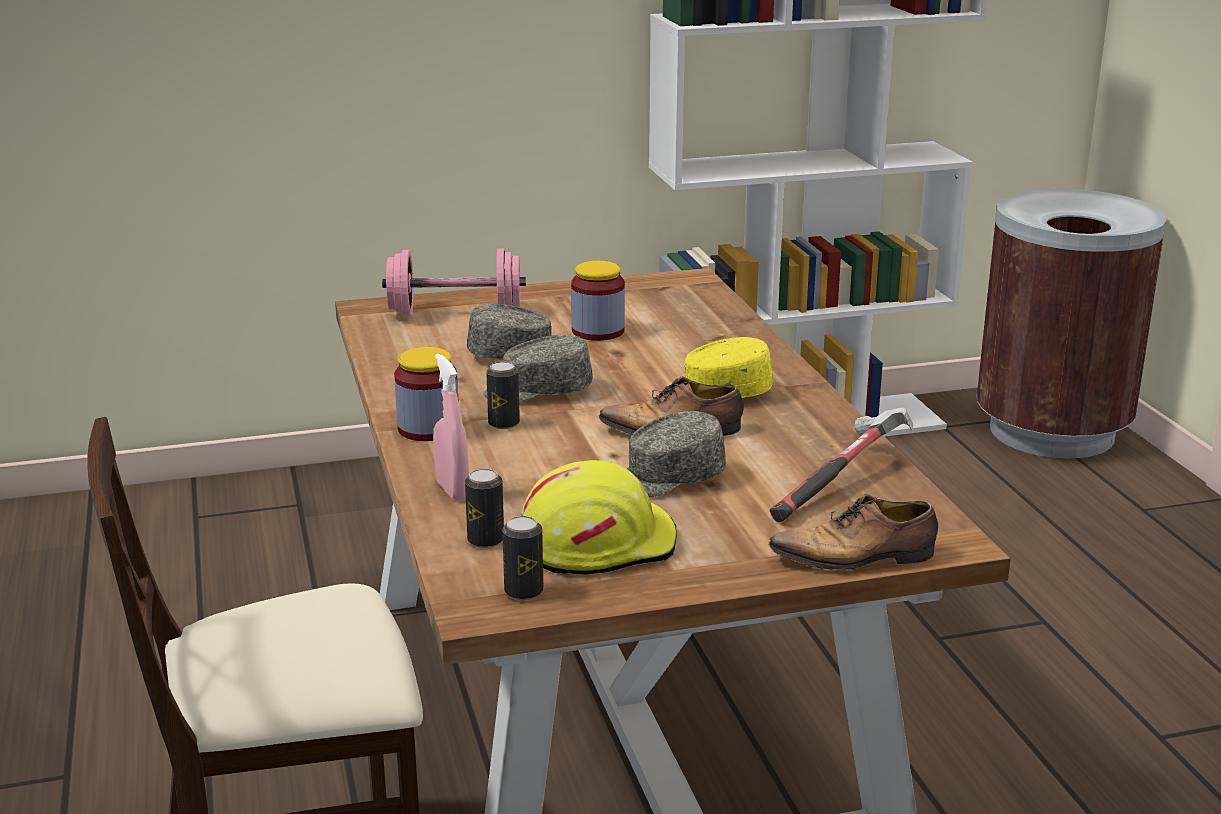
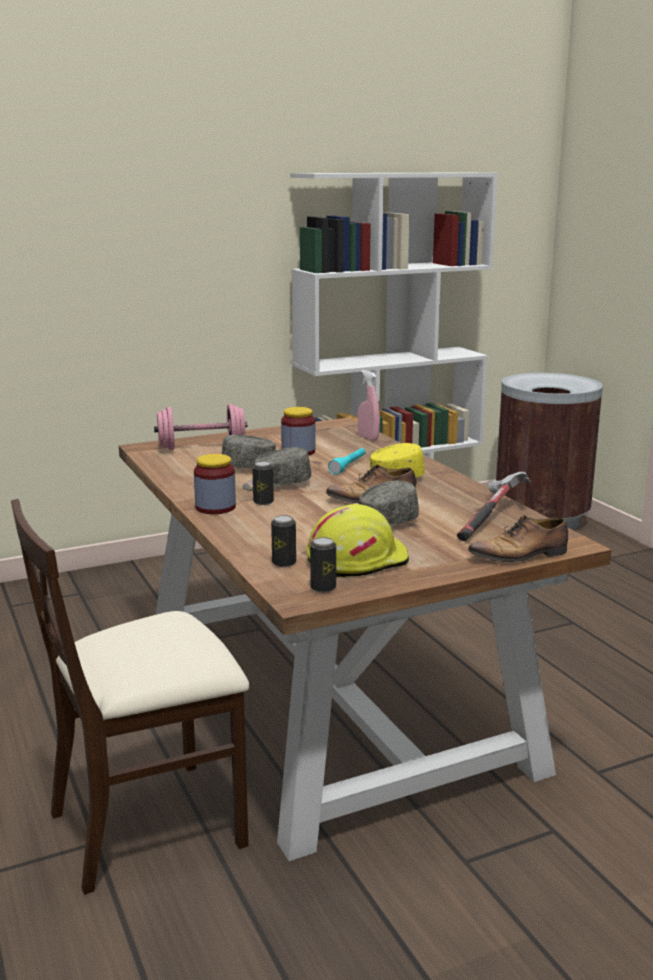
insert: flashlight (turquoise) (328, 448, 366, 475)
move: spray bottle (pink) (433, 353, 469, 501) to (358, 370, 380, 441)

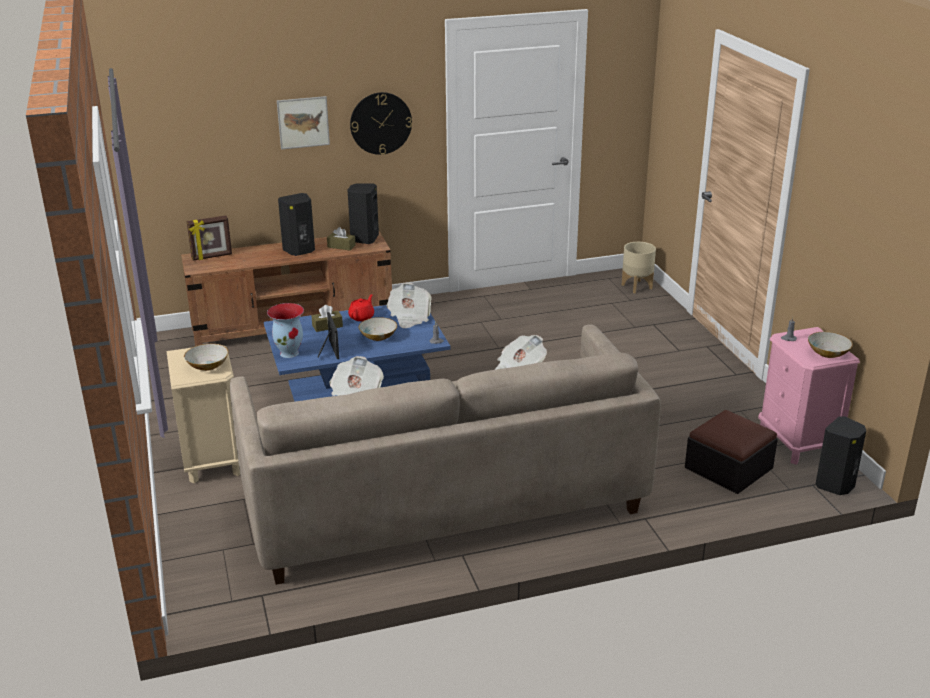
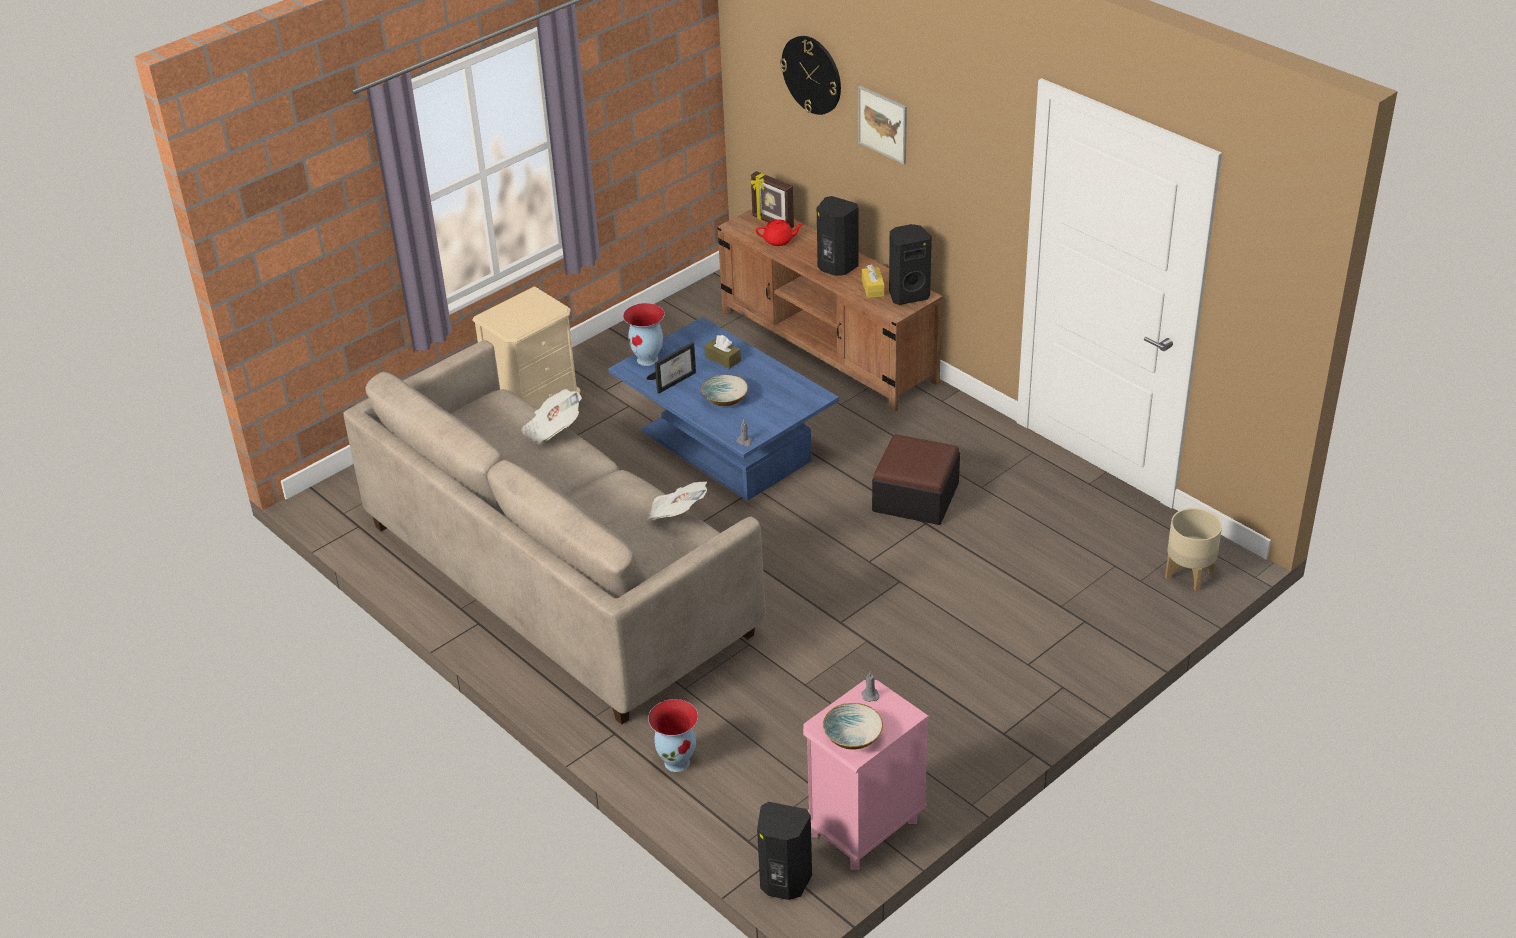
delete: bowl (184, 344, 229, 371); newspaper (387, 283, 432, 328)
insert: vase (648, 699, 698, 772)
move: teapot (red) (348, 294, 374, 321) to (756, 220, 803, 246); wall clock (350, 92, 412, 155) to (780, 36, 841, 115); ottoman (685, 410, 778, 494) to (872, 434, 960, 525)
recolor: tissue box (brown) (327, 227, 356, 251) to tissue box (yellow) (862, 265, 884, 298)

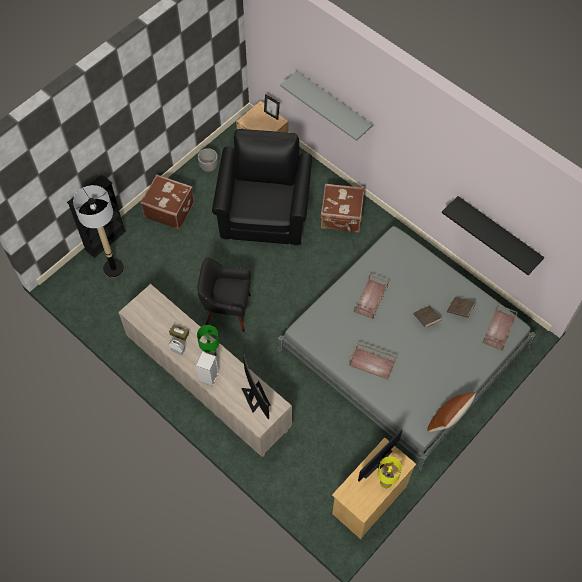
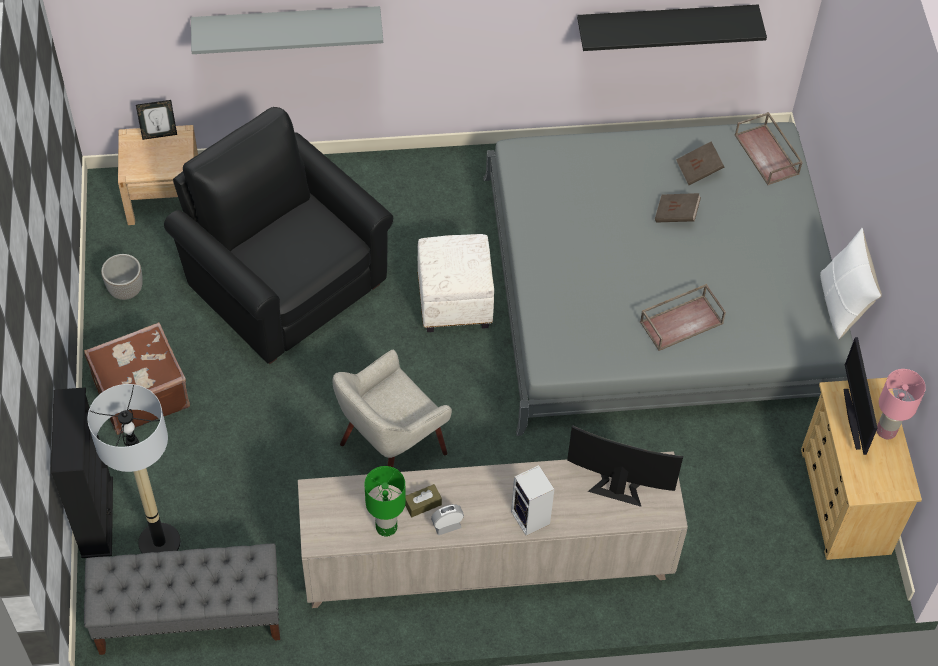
delete: suitcase (brown) (321, 184, 365, 233); tray (brown) (354, 274, 389, 319)
insert: bench (grey) (84, 544, 280, 655); ottoman (white) (418, 234, 494, 332)
move: table lamp (green) (197, 325, 219, 356) to (364, 466, 406, 537)
recolor: armchair (black) (197, 258, 251, 332) to armchair (beige) (333, 350, 452, 467); table lamp (yellow) (378, 456, 402, 488) to table lamp (pink) (877, 369, 926, 439); pillow (brown) (427, 392, 476, 432) to pillow (white) (820, 228, 882, 339)

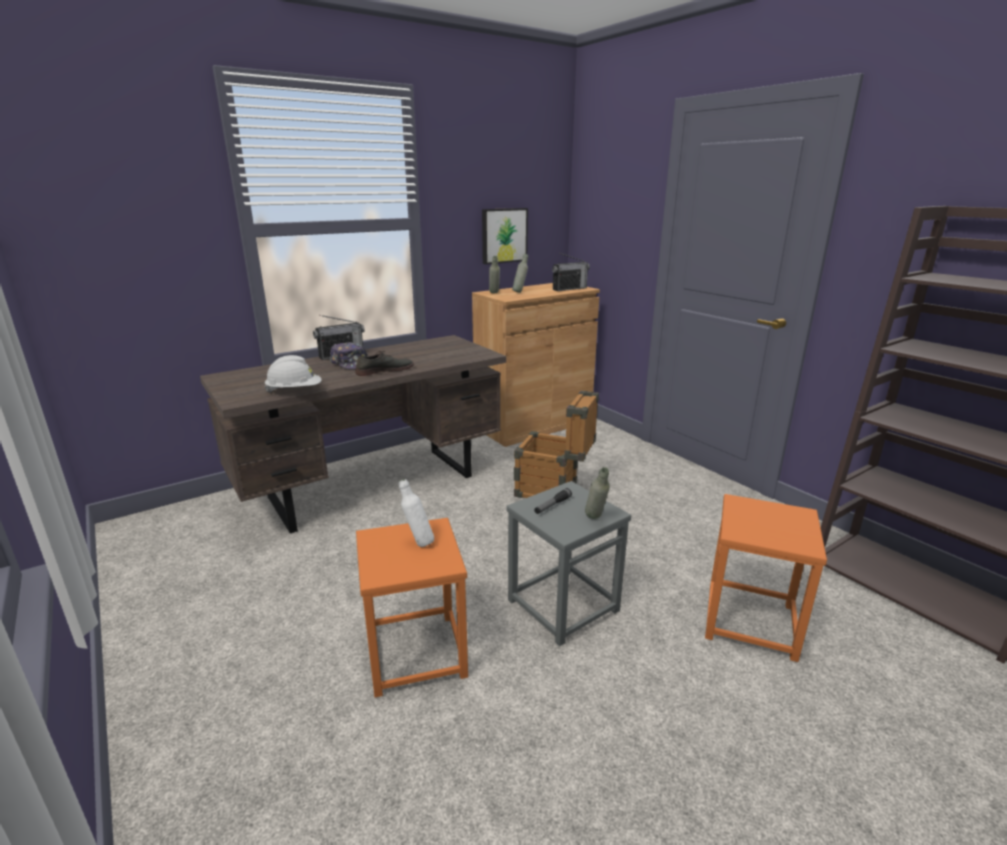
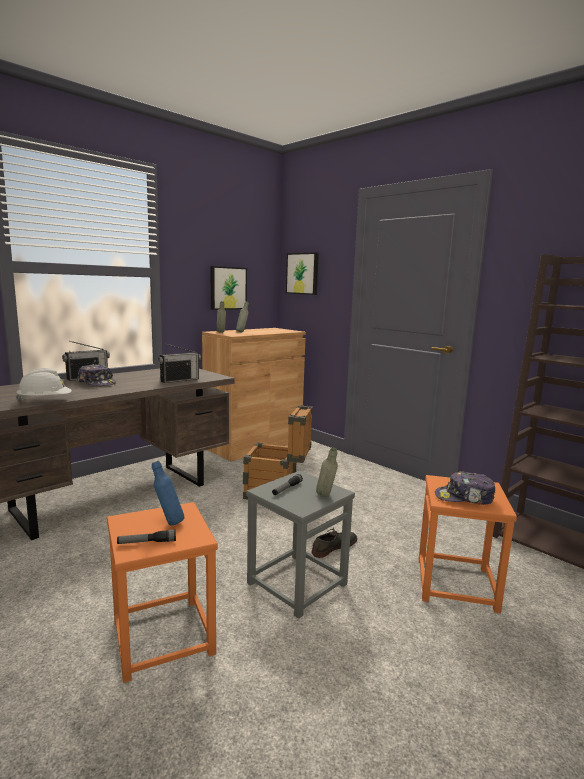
insert: flashlight (117, 529, 176, 544); picture (286, 252, 319, 295); cap (435, 471, 495, 505)
move: shoe (grey) (355, 351, 414, 376) to (311, 528, 357, 558); radio (552, 253, 590, 291) to (158, 343, 201, 383)
recolor: bottle (white) (398, 479, 434, 547) to bottle (blue) (152, 461, 184, 526)

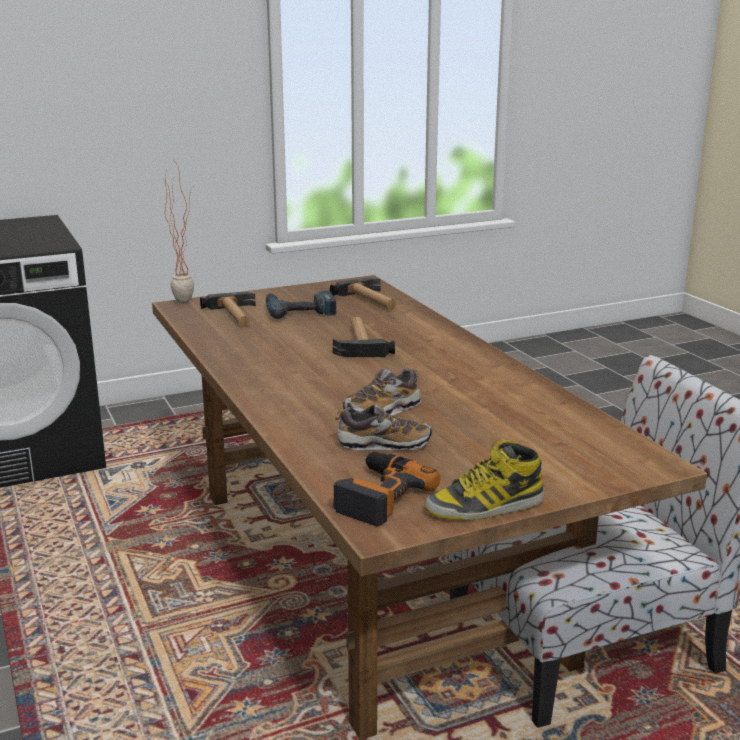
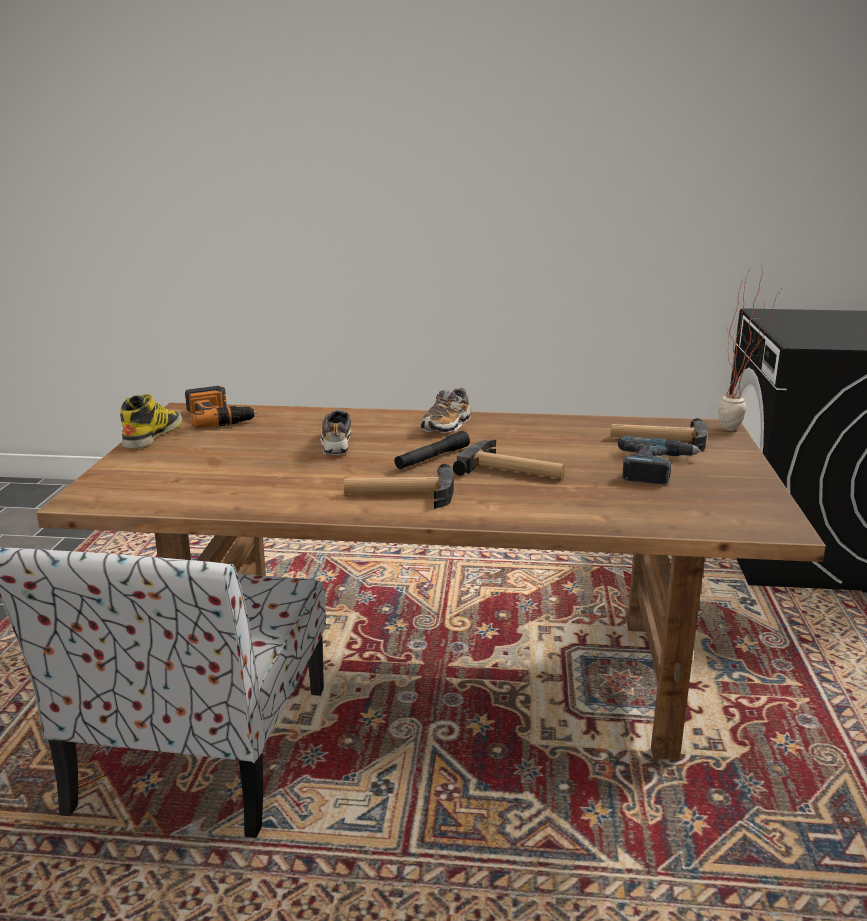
insert: flashlight (black) (395, 431, 470, 469)
move: hammer (330, 278, 396, 310) to (344, 464, 454, 509); shoe (335, 404, 432, 450) to (420, 388, 471, 433)

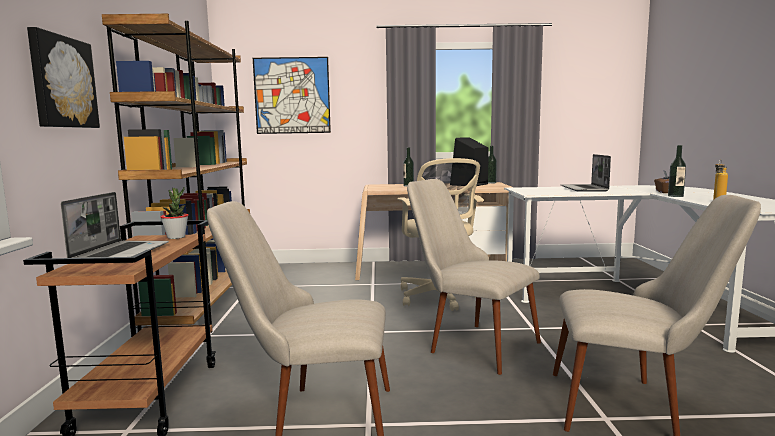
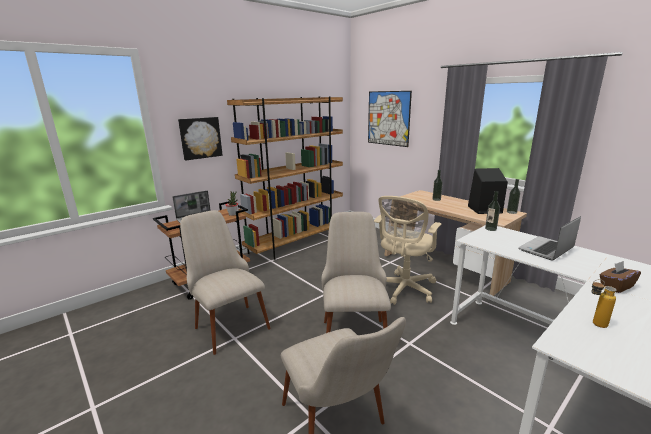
move: bottle (668, 145, 686, 197) to (485, 191, 500, 231)

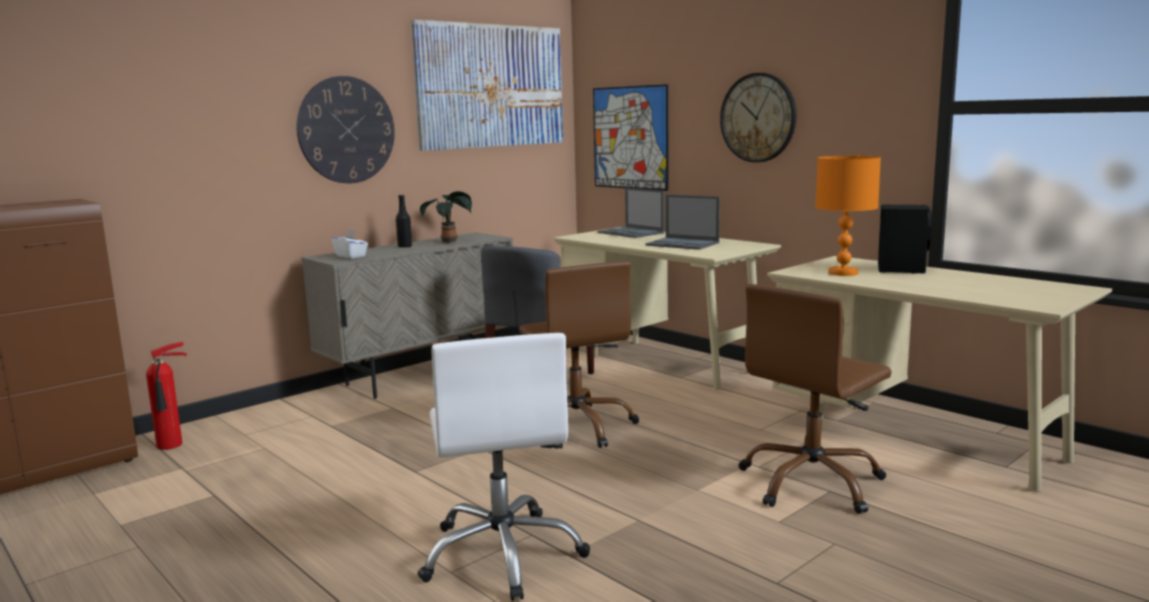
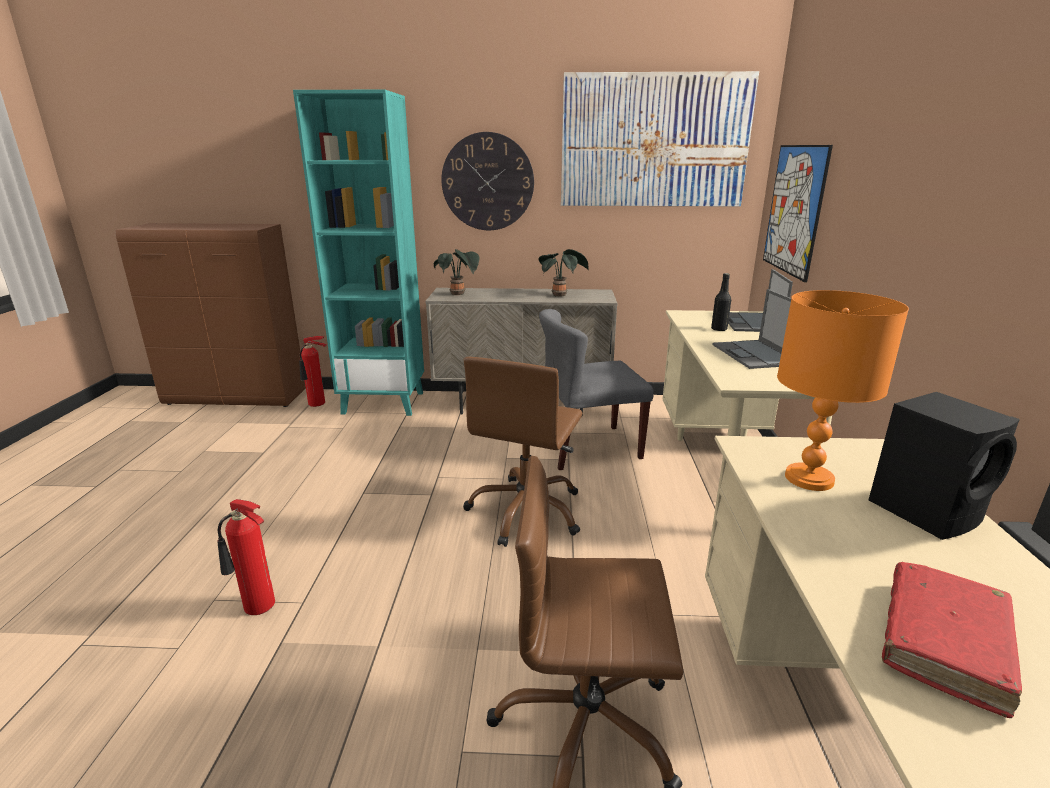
delete: wall clock (720, 73, 796, 163)
insert: bookcase (turquoise) (293, 89, 424, 416); book (red) (882, 562, 1022, 718)
move: bottle (black) (396, 195, 412, 248) to (711, 273, 731, 331)
replace: tissue box (white) (331, 229, 368, 259) to potted plant (434, 249, 480, 295); office chair (white) (417, 333, 590, 601) to fire extinguisher (217, 499, 275, 615)

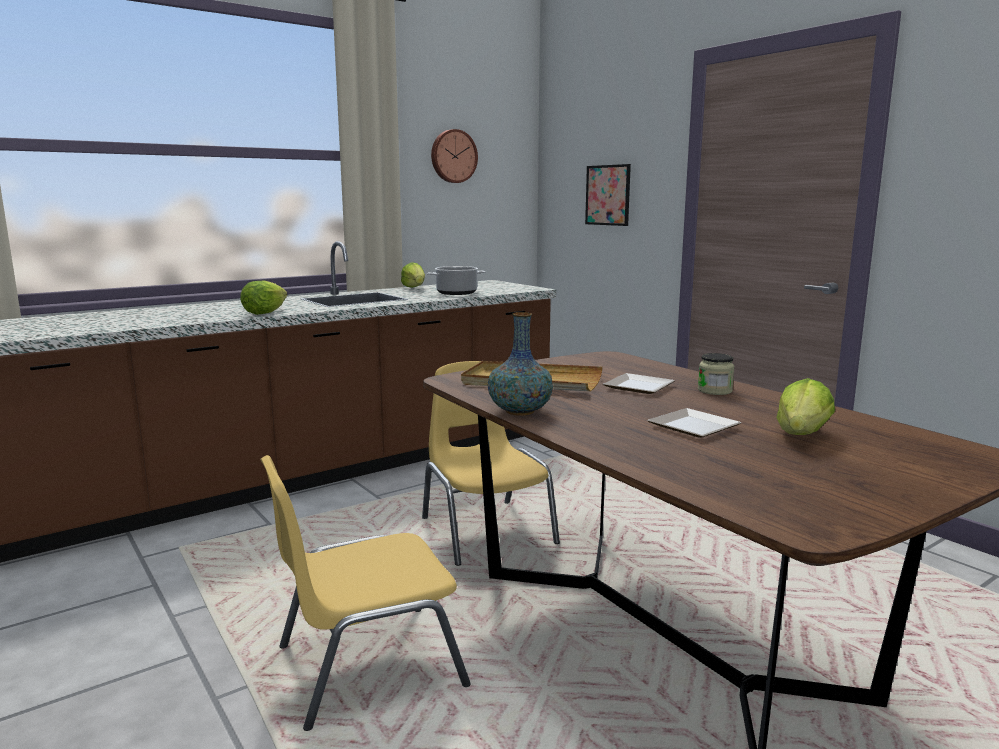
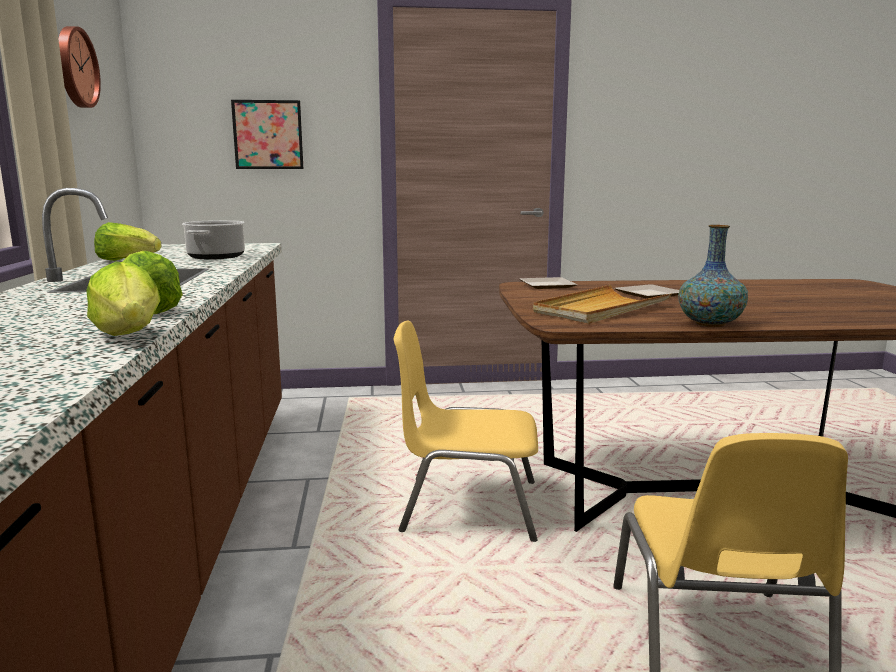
delete: jar (698, 353, 735, 395)
move: plate (647, 408, 741, 438) to (520, 277, 577, 289); lettuce (776, 378, 835, 435) to (87, 262, 161, 336)

